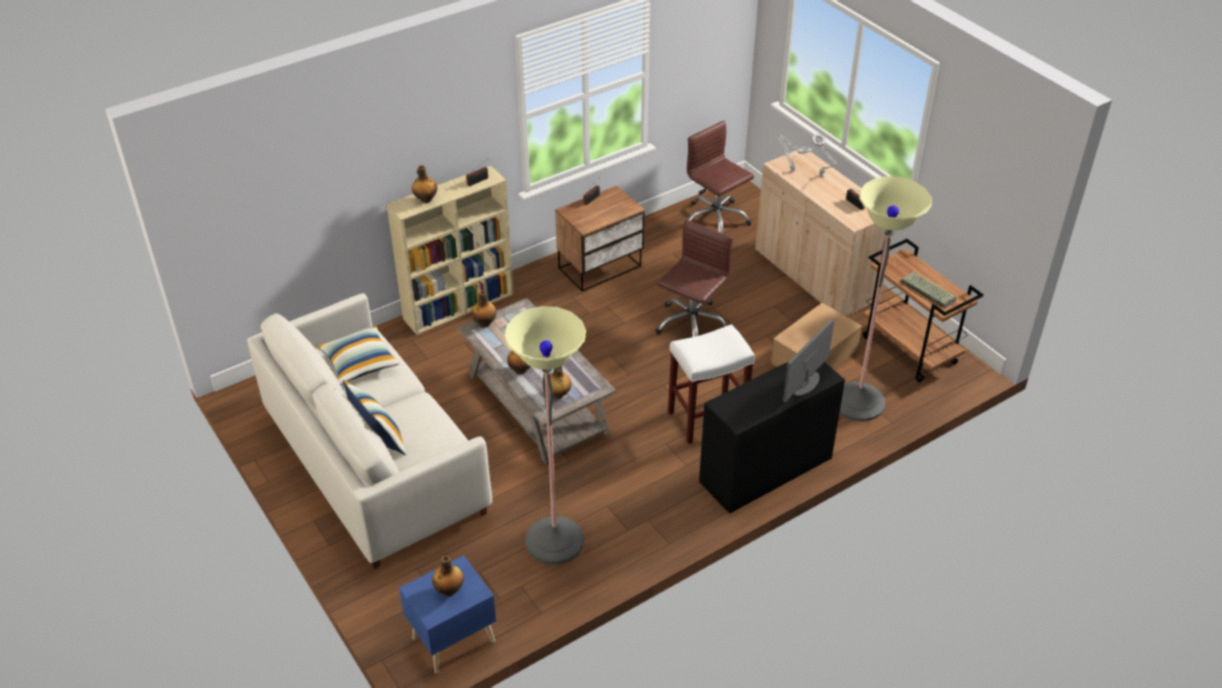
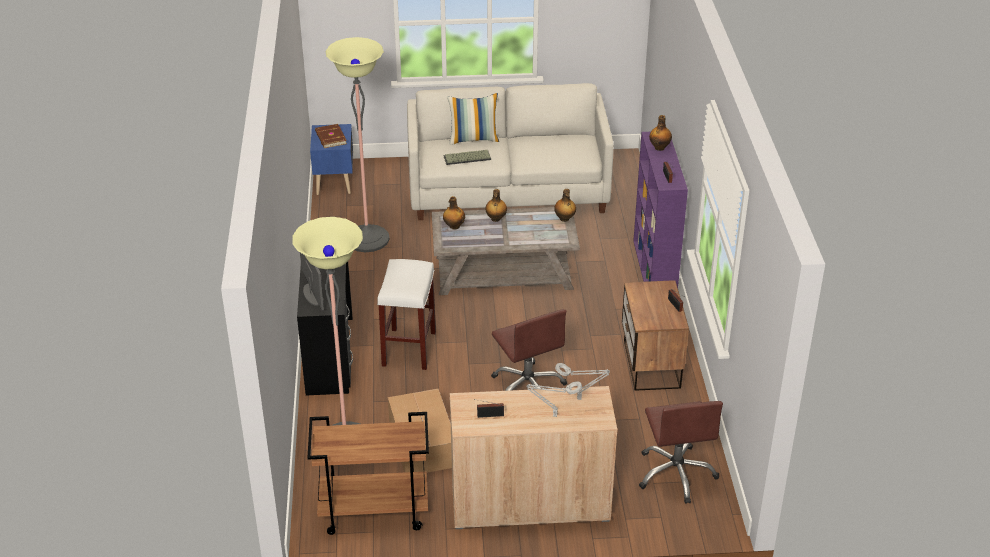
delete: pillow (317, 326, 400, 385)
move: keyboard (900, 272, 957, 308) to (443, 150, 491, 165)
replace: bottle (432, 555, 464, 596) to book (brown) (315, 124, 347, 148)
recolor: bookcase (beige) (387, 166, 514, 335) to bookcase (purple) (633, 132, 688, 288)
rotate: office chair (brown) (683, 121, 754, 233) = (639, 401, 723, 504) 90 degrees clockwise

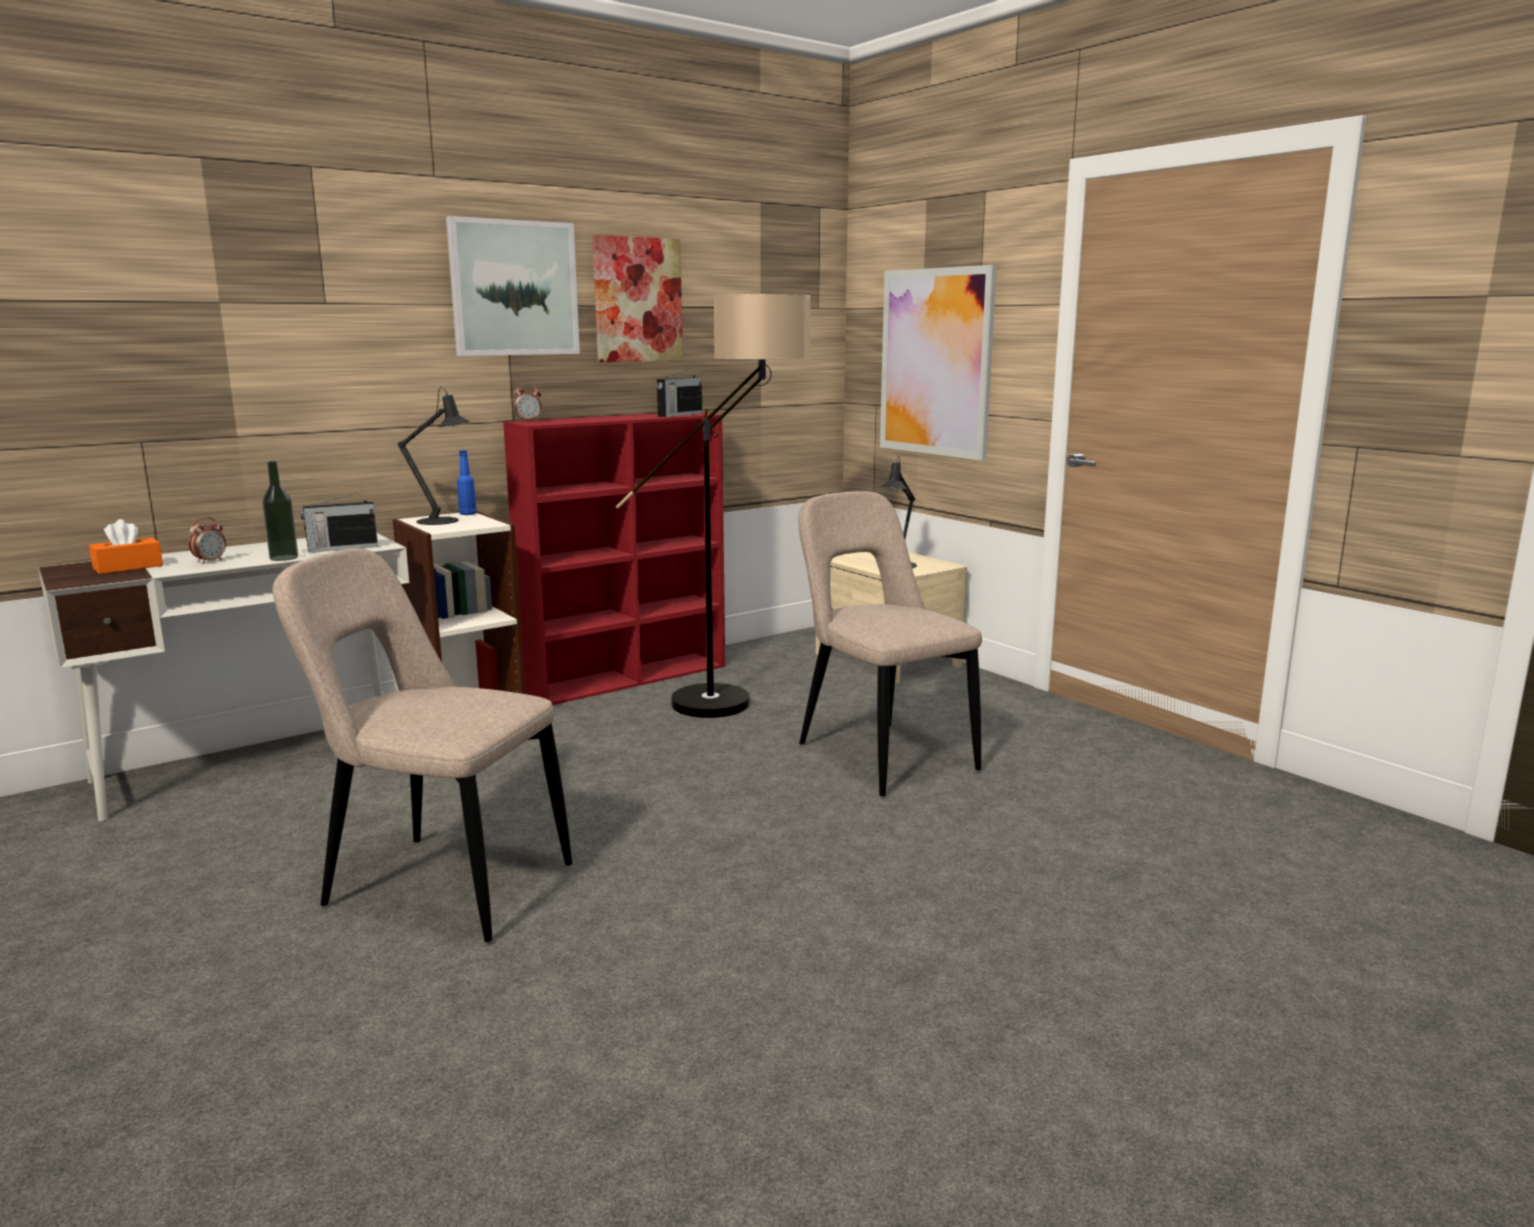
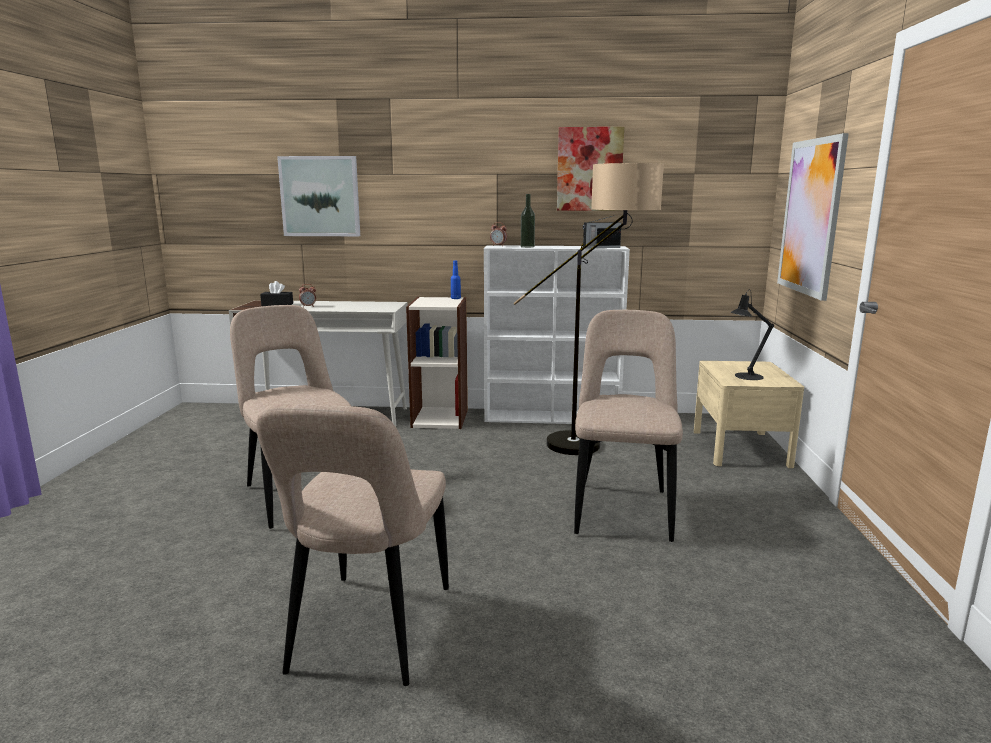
delete: radio (300, 491, 378, 553); table lamp (black) (398, 387, 470, 525)
insert: chair (beige) (256, 403, 449, 686)
move: bottle (262, 461, 298, 561) to (521, 194, 535, 248); picture (446, 216, 580, 356) to (277, 156, 360, 236)
recolor: tissue box (orange) (89, 519, 163, 574) to tissue box (black) (260, 281, 293, 306); bookcase (red) (503, 412, 725, 705) to bookcase (white) (484, 245, 630, 424)

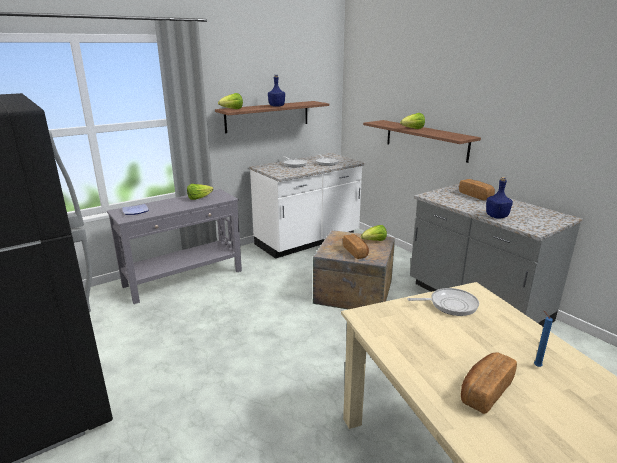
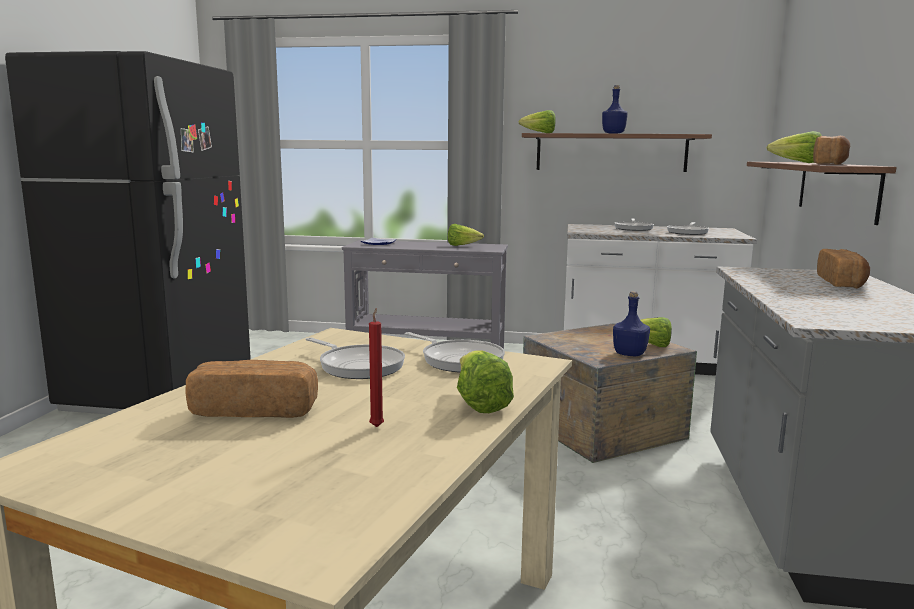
insert: frying pan (306, 337, 405, 379); lettuce (457, 350, 514, 413)
move: bread (343, 234, 369, 259) to (813, 136, 850, 165); bottle (blue) (486, 177, 513, 218) to (613, 291, 650, 356)
recolor: candle (blue) (534, 310, 553, 367) to candle (red) (369, 308, 384, 427)

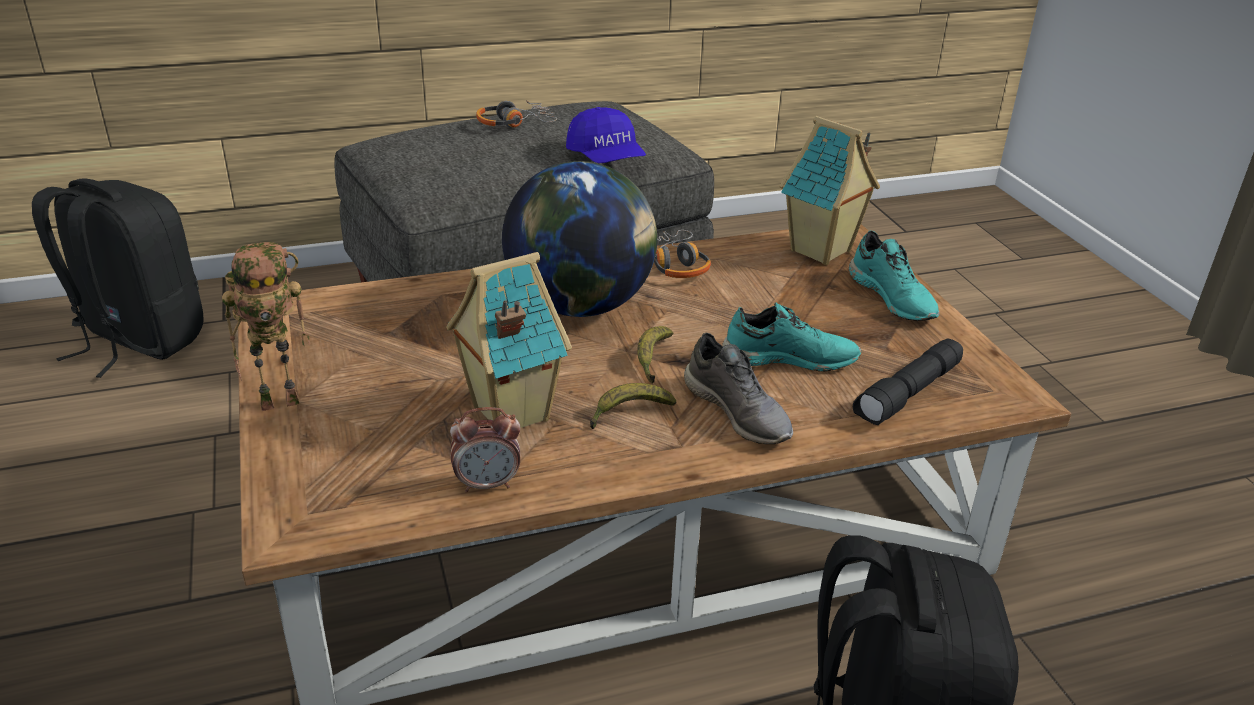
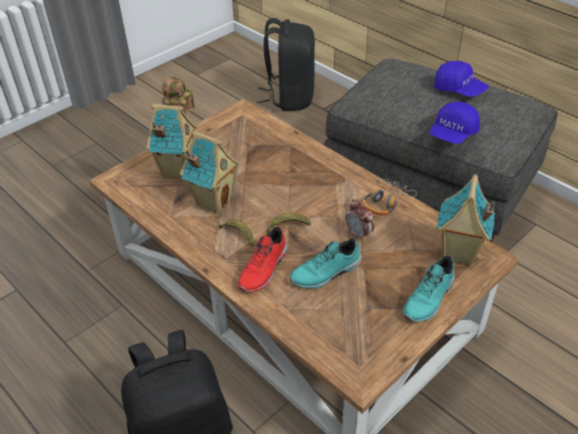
delete: globe (502, 161, 657, 317); flashlight (black) (853, 339, 963, 425)
insert: toy house (146, 104, 197, 178)
move: alarm clock (450, 407, 520, 493) to (345, 199, 375, 241)
replace: headphones (476, 100, 557, 128) to cap (blue) (434, 61, 489, 97)
recolor: shoe (grey) (684, 332, 793, 444) to shoe (red) (238, 227, 288, 292)
rotate: shoe (turquoise) (722, 302, 861, 371) = (290, 239, 362, 289) 90 degrees clockwise

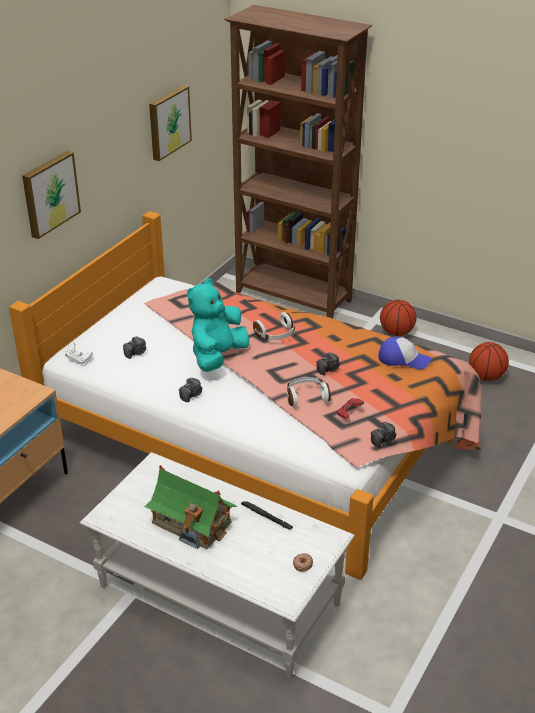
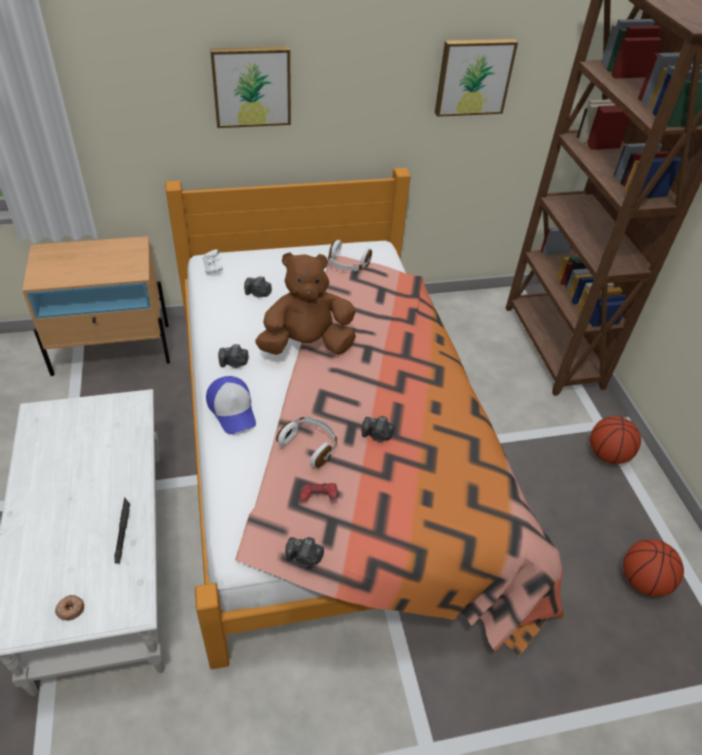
delete: toy house (144, 465, 237, 550)
move: headphones (white) (253, 312, 295, 341) to (328, 240, 372, 271); cap (379, 337, 431, 369) to (206, 376, 256, 434)
recolor: plush toy (turquoise) (187, 278, 249, 372) to plush toy (brown) (255, 252, 356, 355)

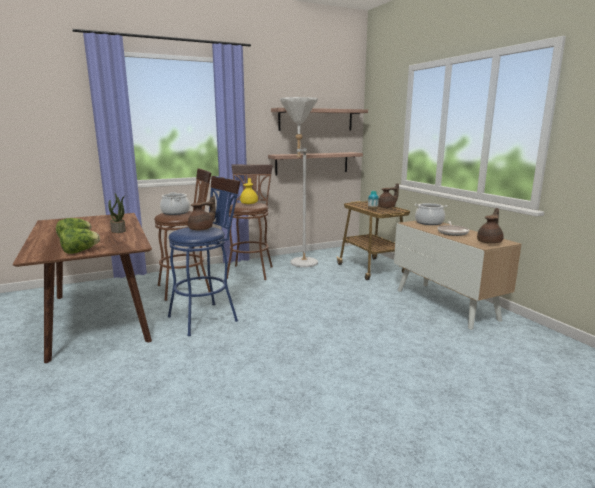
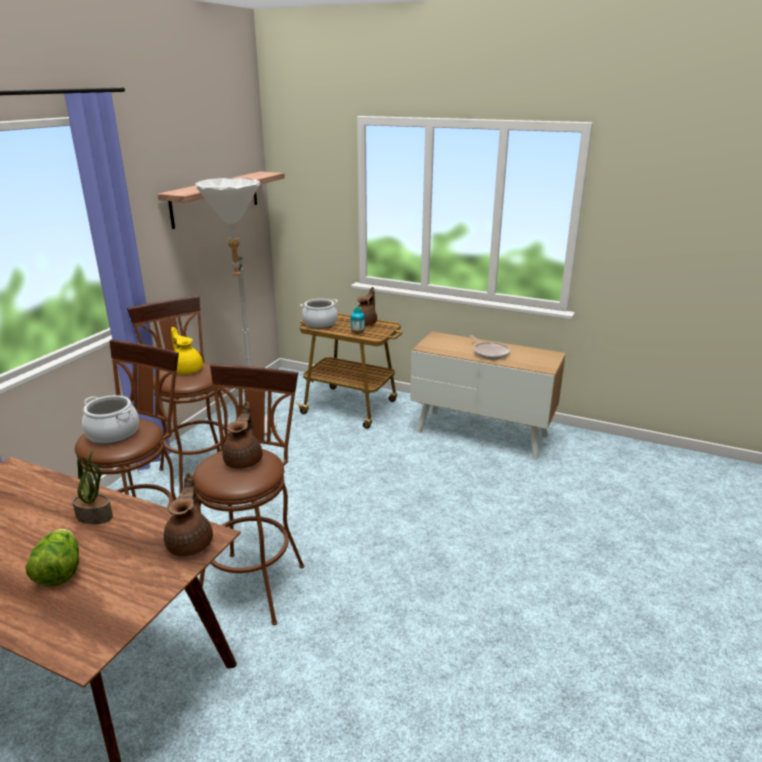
delete: lettuce (60, 228, 100, 254); shelf (268, 152, 363, 176)
move: cooking pot (414, 203, 447, 225) to (300, 299, 338, 329); teapot (brown) (477, 208, 504, 244) to (164, 473, 213, 556)
recolor: stool (blue) (168, 176, 240, 336) to stool (brown) (193, 364, 304, 625)

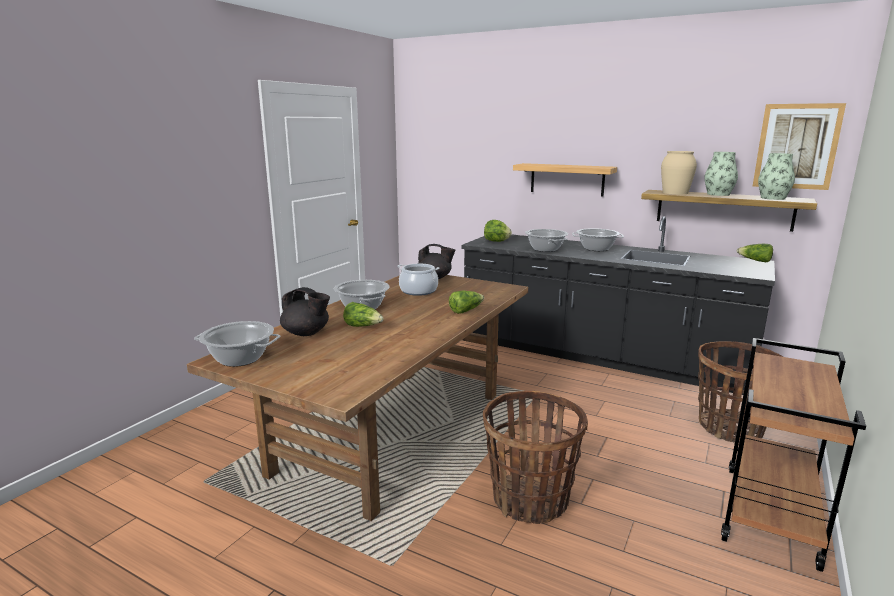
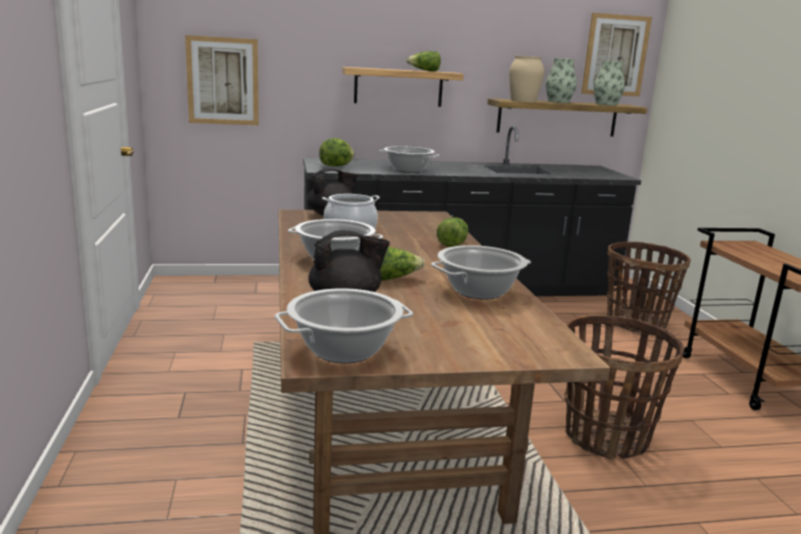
insert: picture (185, 35, 259, 125)
move: cooking pot (572, 228, 624, 251) to (431, 245, 531, 300); lettuce (737, 244, 773, 262) to (406, 51, 441, 72)

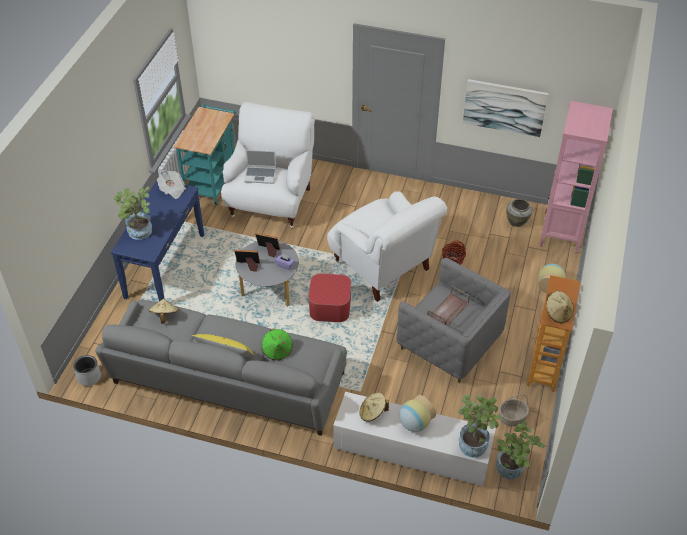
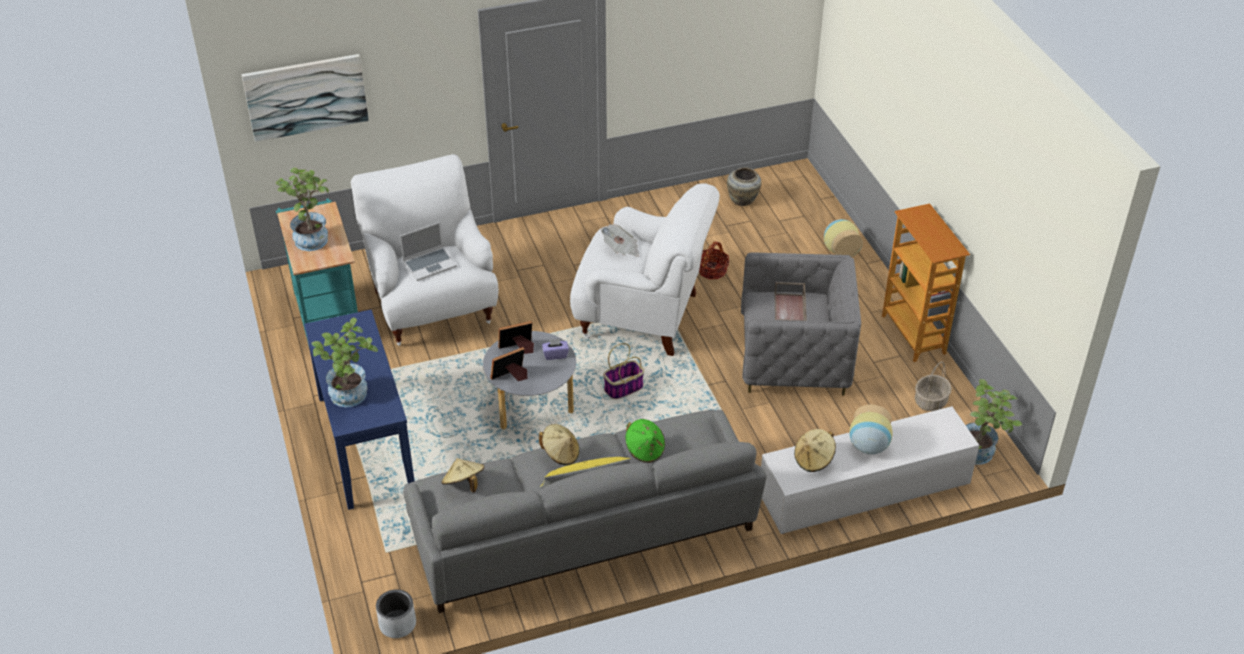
delete: bookcase (pink) (540, 101, 613, 254)
move: newspaper (157, 170, 186, 199) to (601, 224, 639, 257); potted plant (458, 394, 501, 457) to (276, 167, 329, 251); picture (463, 79, 549, 137) to (241, 54, 369, 142); hat (beige) (546, 291, 573, 323) to (539, 424, 579, 465)
replace: ottoman (308, 273, 351, 322) to basket (603, 343, 644, 399)

